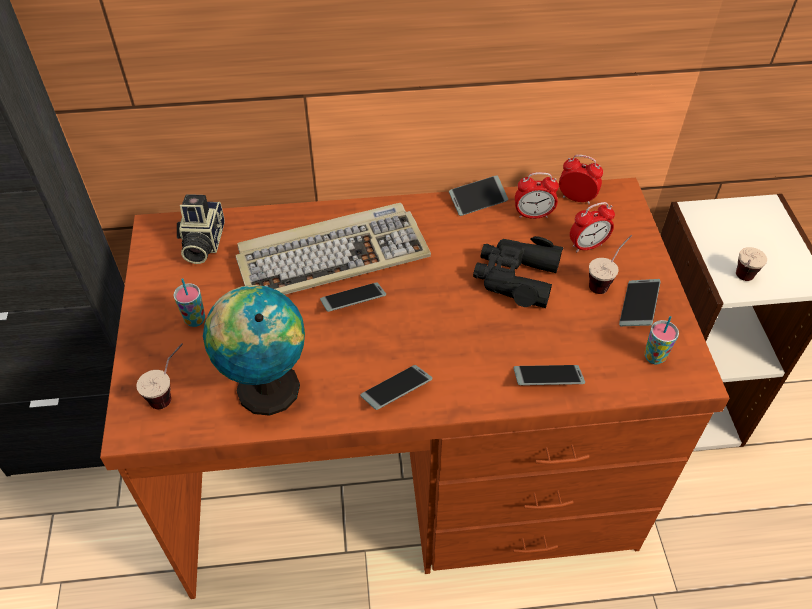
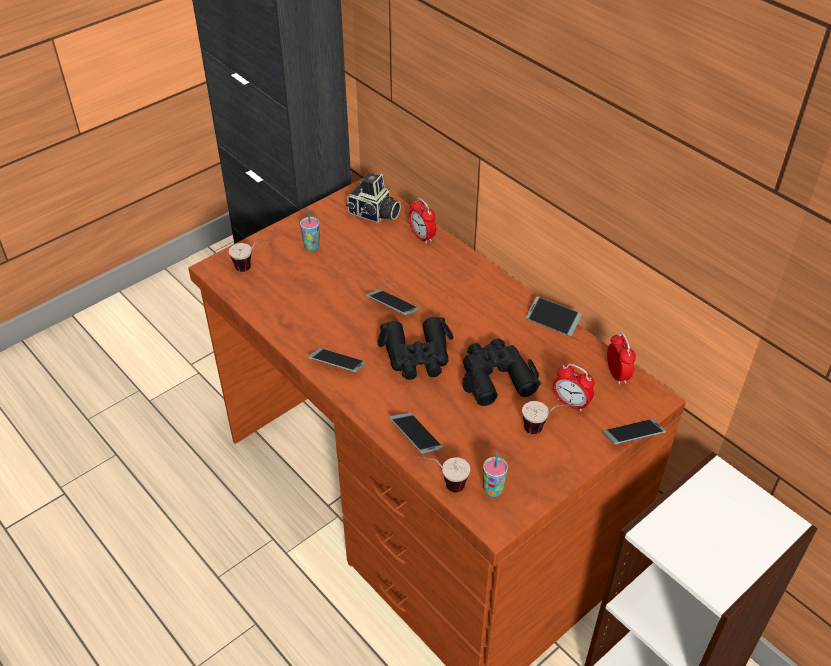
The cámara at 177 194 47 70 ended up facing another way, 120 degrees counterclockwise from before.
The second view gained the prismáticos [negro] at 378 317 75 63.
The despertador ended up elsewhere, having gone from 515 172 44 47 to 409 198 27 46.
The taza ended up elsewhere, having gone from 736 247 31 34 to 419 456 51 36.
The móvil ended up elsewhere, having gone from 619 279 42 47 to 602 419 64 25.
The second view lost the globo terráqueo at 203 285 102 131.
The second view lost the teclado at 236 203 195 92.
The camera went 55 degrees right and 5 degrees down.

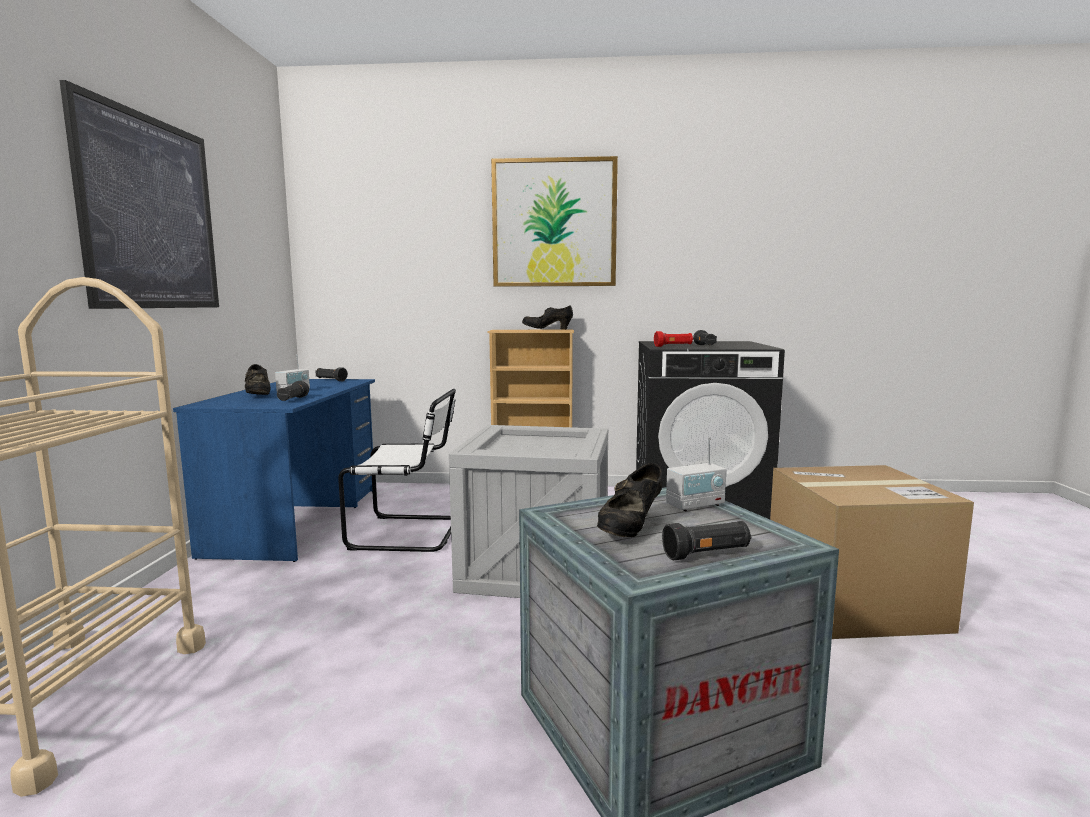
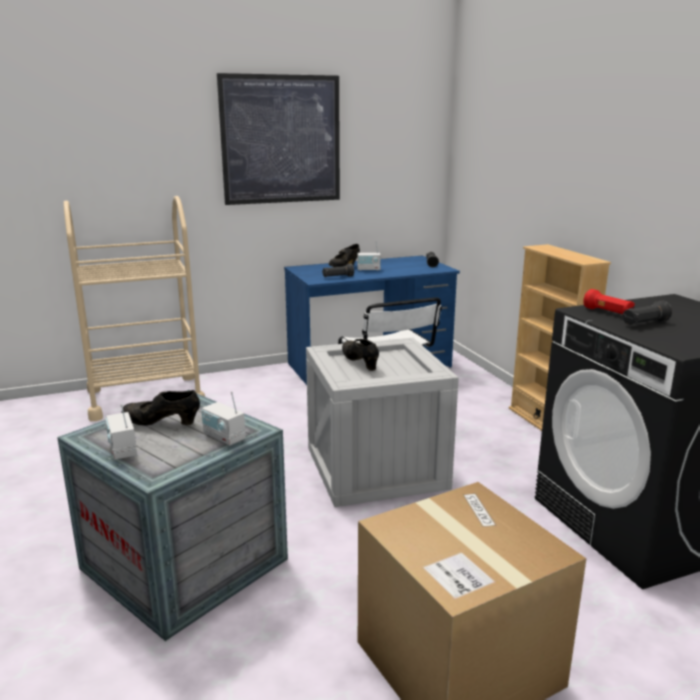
Where the linterna [negro] stood at 662 521 89 40, the radio came to stand at 105 404 32 56.
The zapato [negro] ended up elsewhere, having gone from 522 305 51 25 to 342 339 37 32.
The second view lost the cuadro at 491 156 127 131.
The camera went 65 degrees right and 10 degrees up.

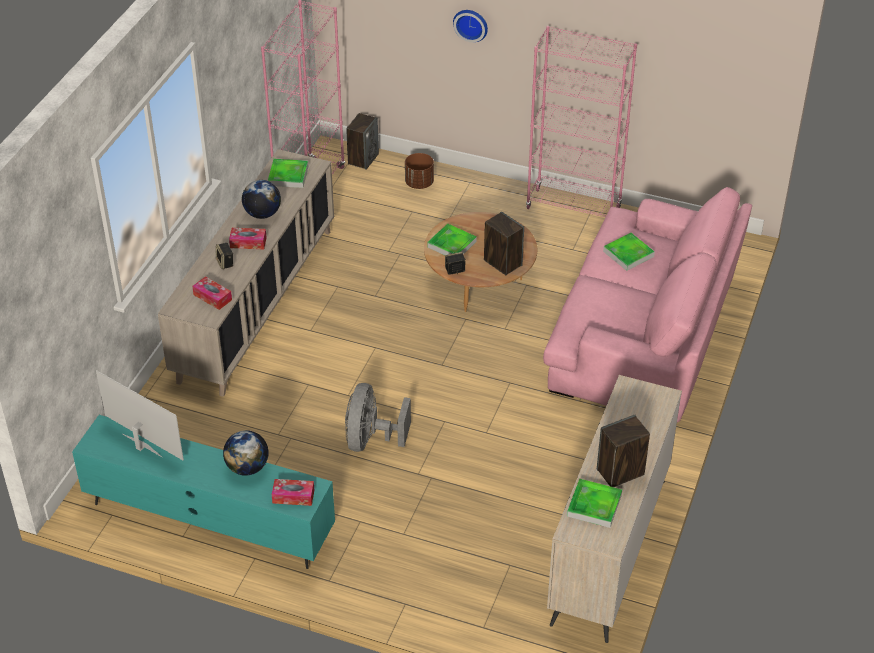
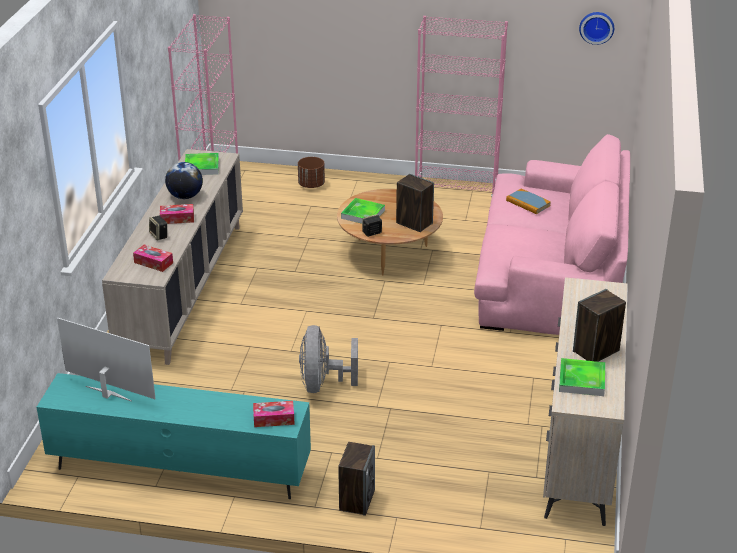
The altavoz ended up elsewhere, having gone from 346 113 33 57 to 338 442 37 74.
Where the bandeja stood at 603 233 52 38, the libro came to stand at 506 189 45 25.
The reloj de pared ended up elsewhere, having gone from 453 10 35 32 to 579 12 35 33.
The second view lost the globo terráqueo at 223 430 46 46.
The camera went 10 degrees left and 10 degrees down.

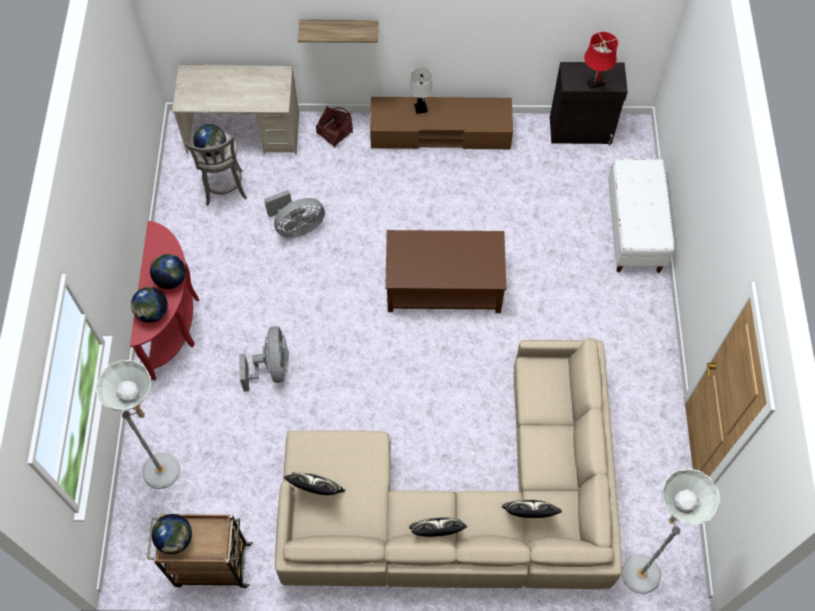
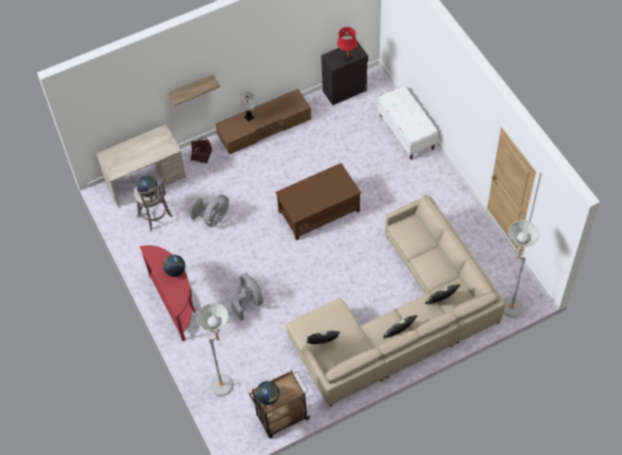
The second view lost the globo terráqueo at 131 287 37 36.
The camera went 25 degrees left and 5 degrees down.

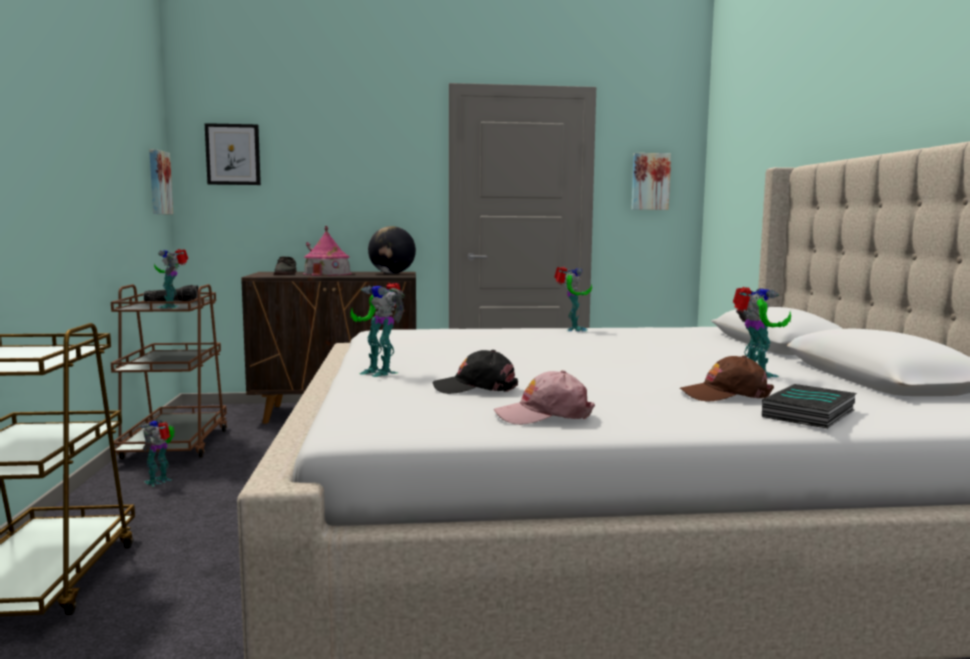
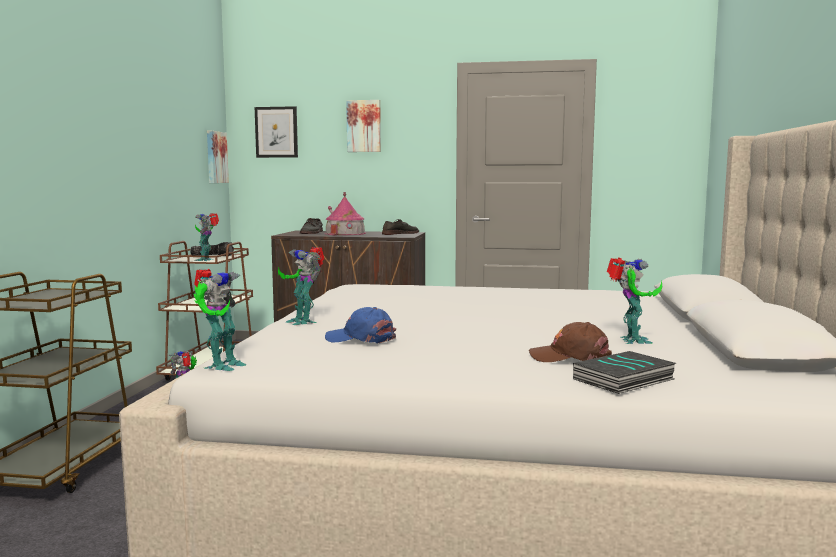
The robot de juguete ended up elsewhere, having gone from 555 267 37 64 to 193 269 54 102.
What was the gorra [negro] at 433 350 85 44 turned into the gorra [azul] at 325 307 71 36.
The cuadro ended up elsewhere, having gone from 631 153 40 57 to 346 100 35 52.
Where the globo terráqueo stood at 368 226 48 48, the zapato [gris] came to stand at 382 219 37 16.
The second view lost the gorra [rosa] at 494 370 101 55.
The camera went 15 degrees right and 0 degrees up.

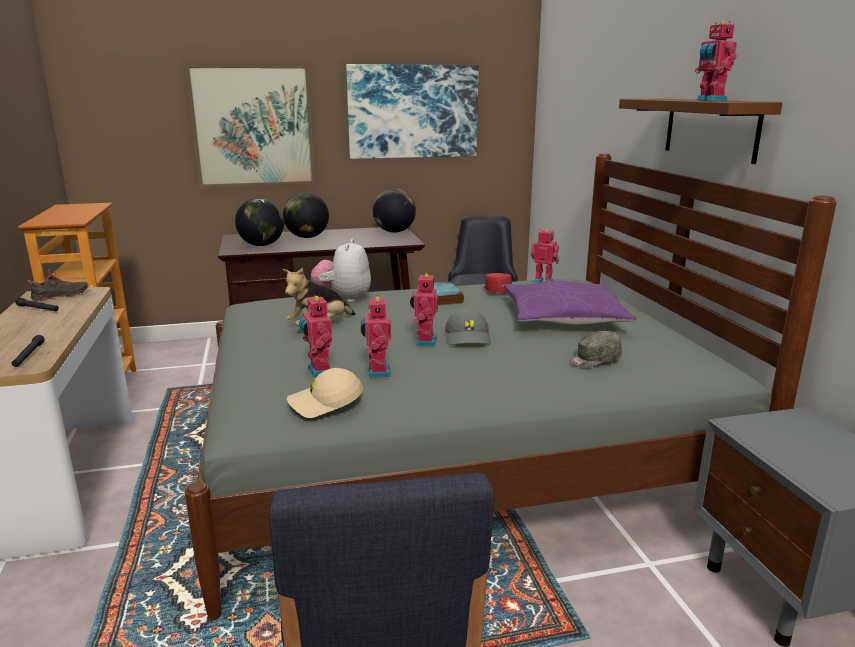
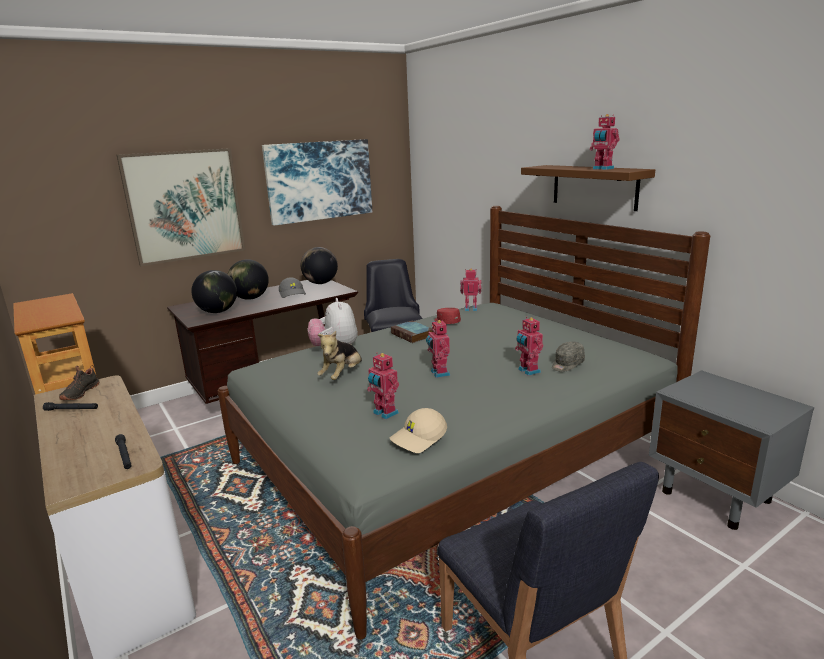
The zapato [negro] at 27 270 61 31 ended up facing another way, 150 degrees clockwise from before.
The gorra [gris] ended up elsewhere, having gone from 445 308 46 37 to 279 277 27 21.
The robot de juguete ended up elsewhere, having gone from 361 295 30 83 to 515 317 28 59.
The second view lost the cojín [morado] at 504 280 132 45.
The camera went 20 degrees left and 0 degrees up.

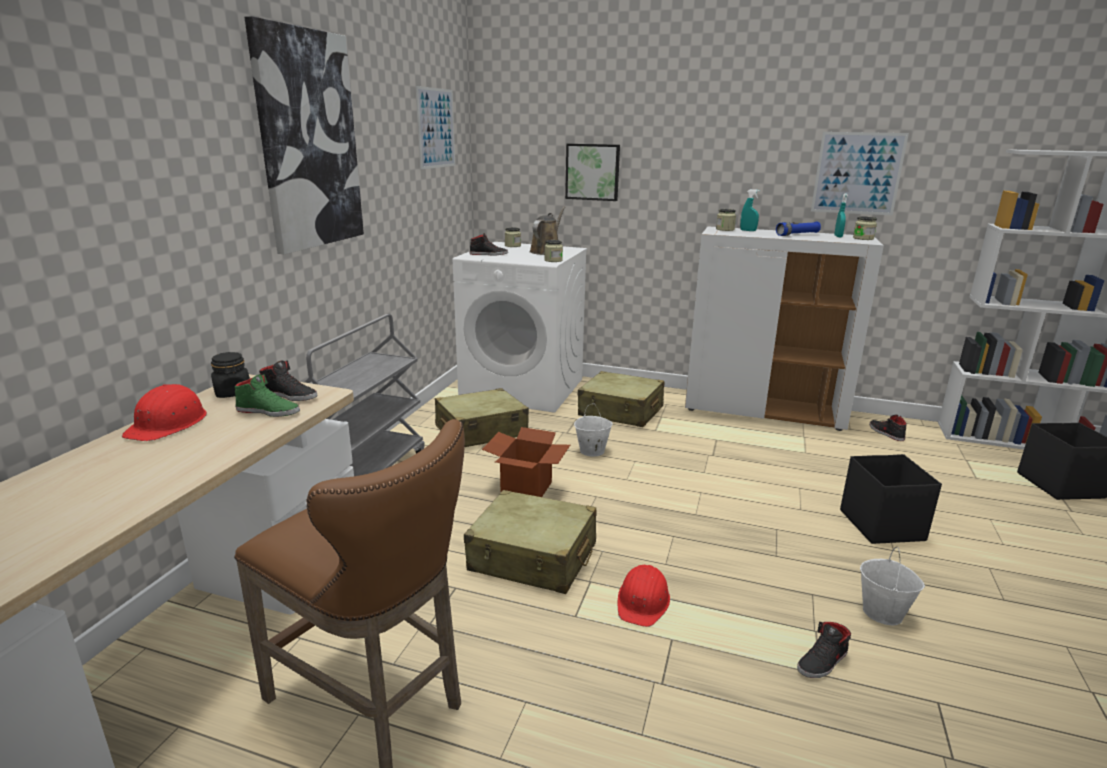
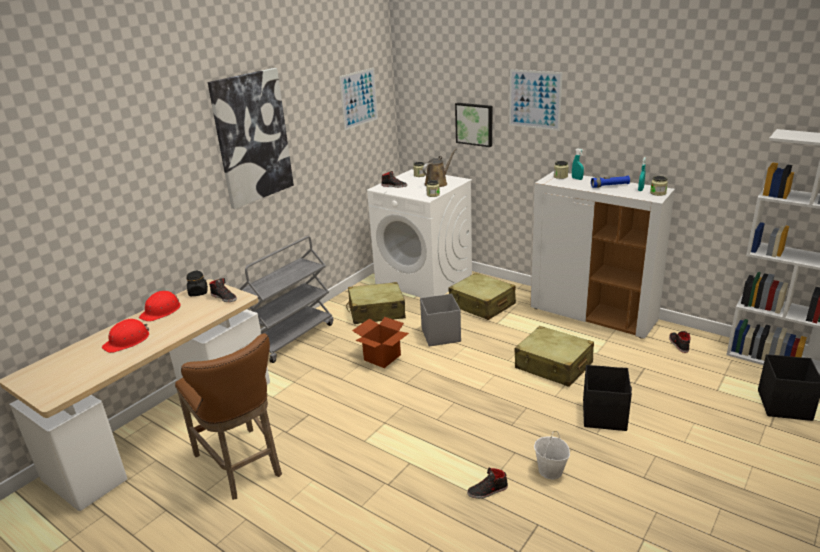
The casco [rojo] ended up elsewhere, having gone from 618 565 52 62 to 102 319 47 34.
Where the cubo [blanco] stood at 574 403 38 53, the caja de almacenaje [gris] came to stand at 420 294 41 53.
The cuadro ended up elsewhere, having gone from 811 132 98 83 to 509 69 54 62.
The maleta [beis] ended up elsewhere, having gone from 464 490 133 104 to 514 326 80 61.
The second view lost the zapato [verde] at 234 374 66 43.
The camera went 20 degrees right and 5 degrees up.

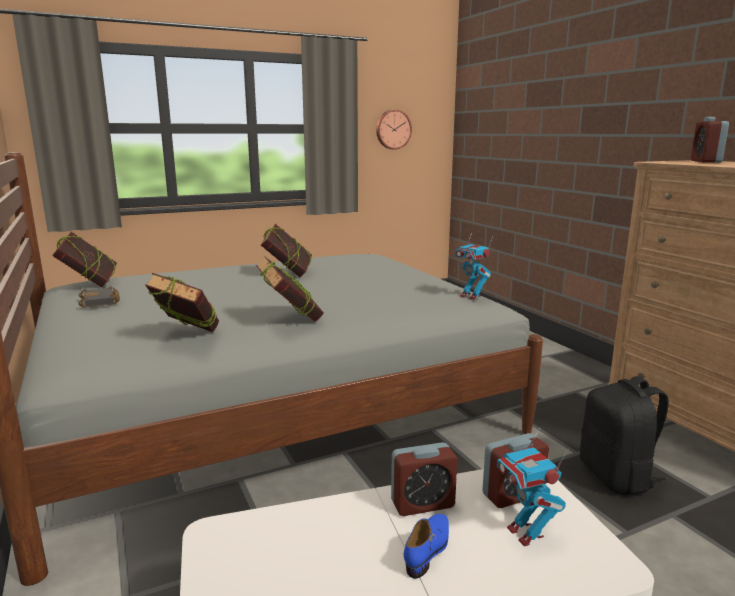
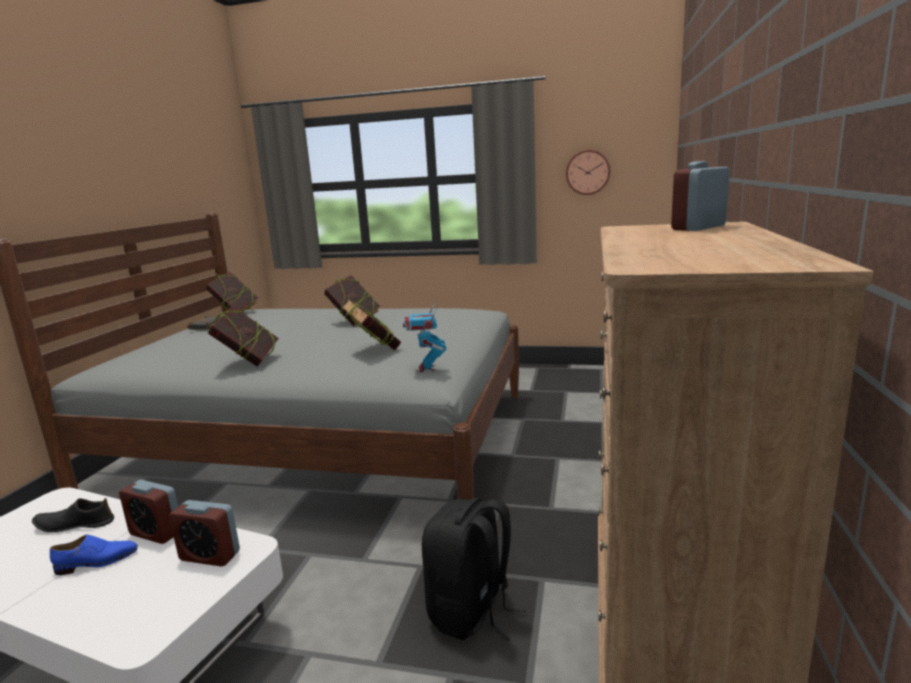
The second view gained the zapato [negro] at 32 498 82 34.
The libro ended up elsewhere, having gone from 145 273 74 59 to 342 299 59 52.
The second view lost the robot de juguete at 497 428 72 118.
The camera went 40 degrees right and 0 degrees up.

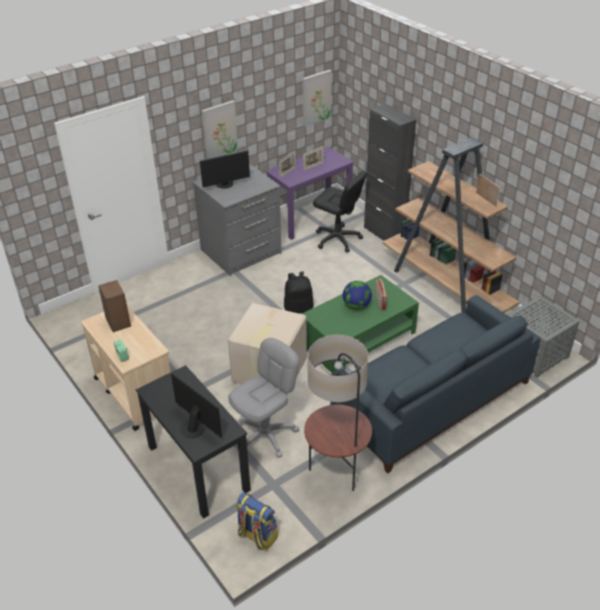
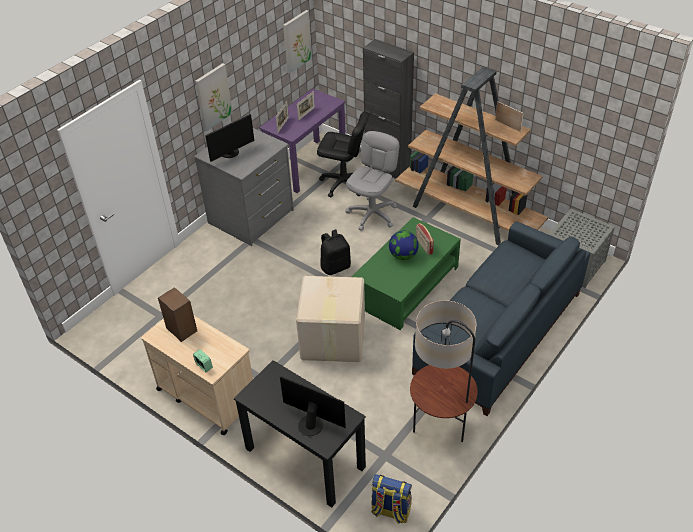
The silla de oficina [gris] ended up elsewhere, having gone from 229 338 70 120 to 346 131 53 100.
The camera went 15 degrees left and 5 degrees up.

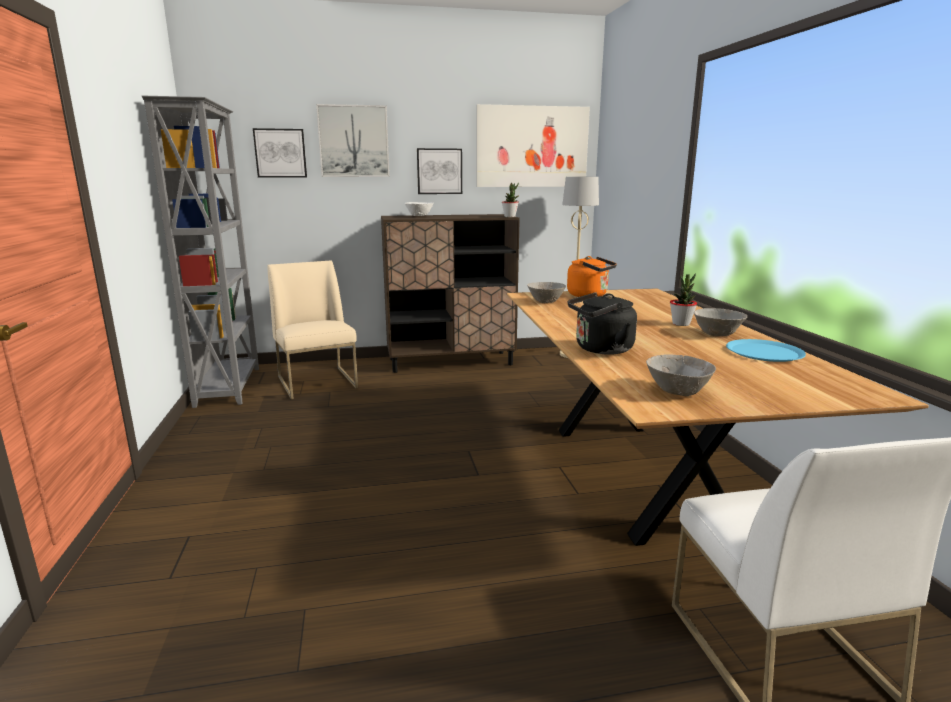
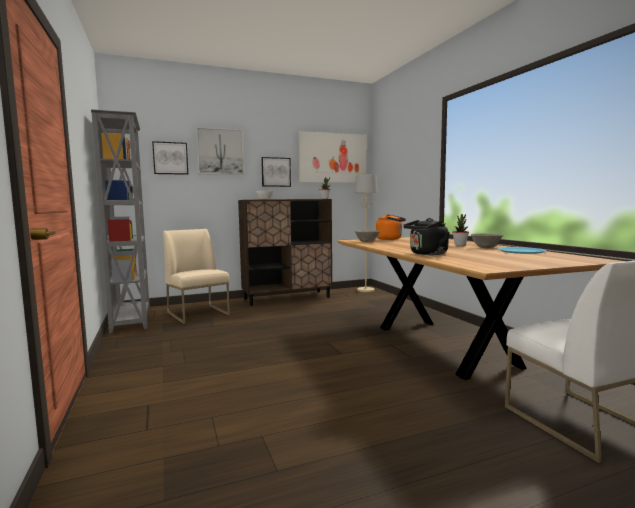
The second view lost the cuenco [gris] at 646 354 70 42.
The camera went 10 degrees left and 10 degrees down.

